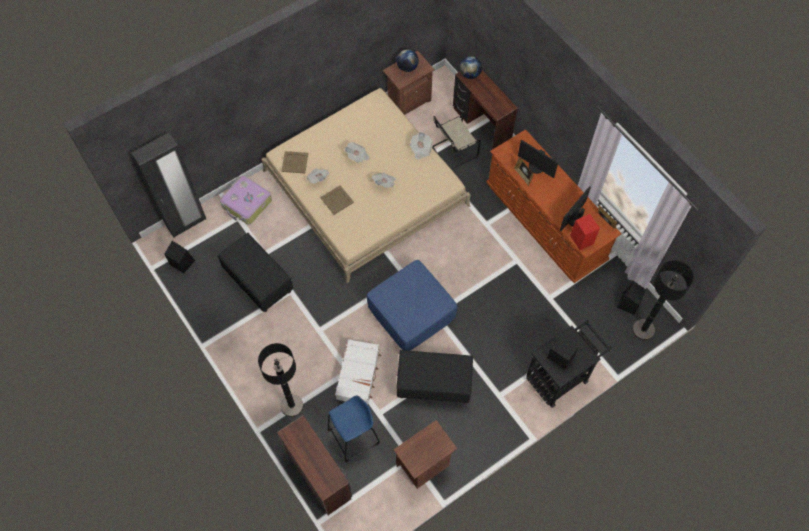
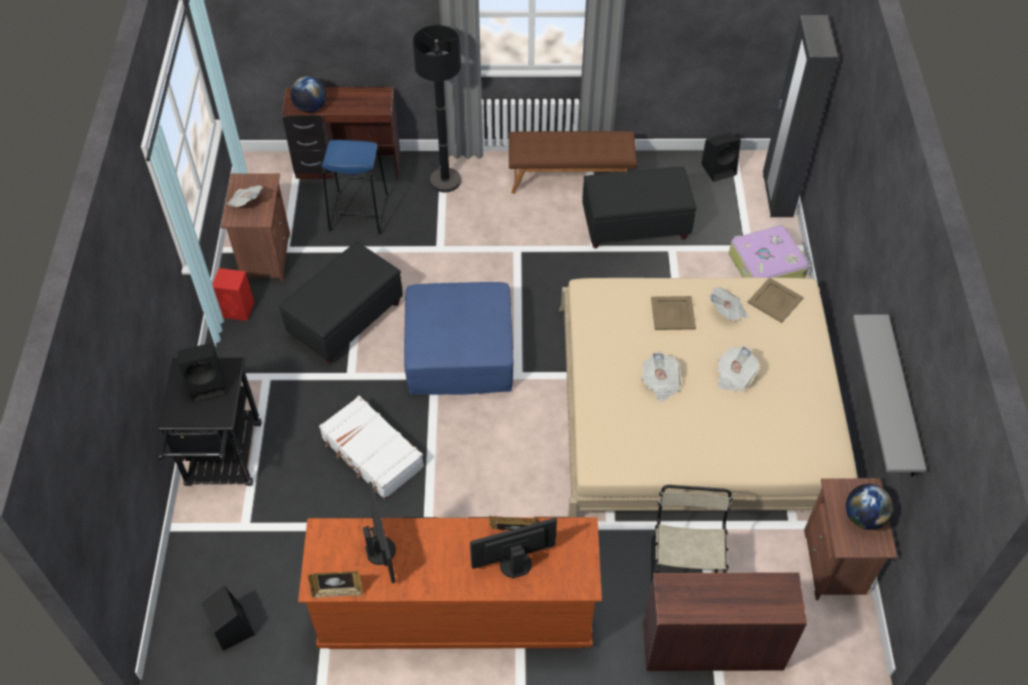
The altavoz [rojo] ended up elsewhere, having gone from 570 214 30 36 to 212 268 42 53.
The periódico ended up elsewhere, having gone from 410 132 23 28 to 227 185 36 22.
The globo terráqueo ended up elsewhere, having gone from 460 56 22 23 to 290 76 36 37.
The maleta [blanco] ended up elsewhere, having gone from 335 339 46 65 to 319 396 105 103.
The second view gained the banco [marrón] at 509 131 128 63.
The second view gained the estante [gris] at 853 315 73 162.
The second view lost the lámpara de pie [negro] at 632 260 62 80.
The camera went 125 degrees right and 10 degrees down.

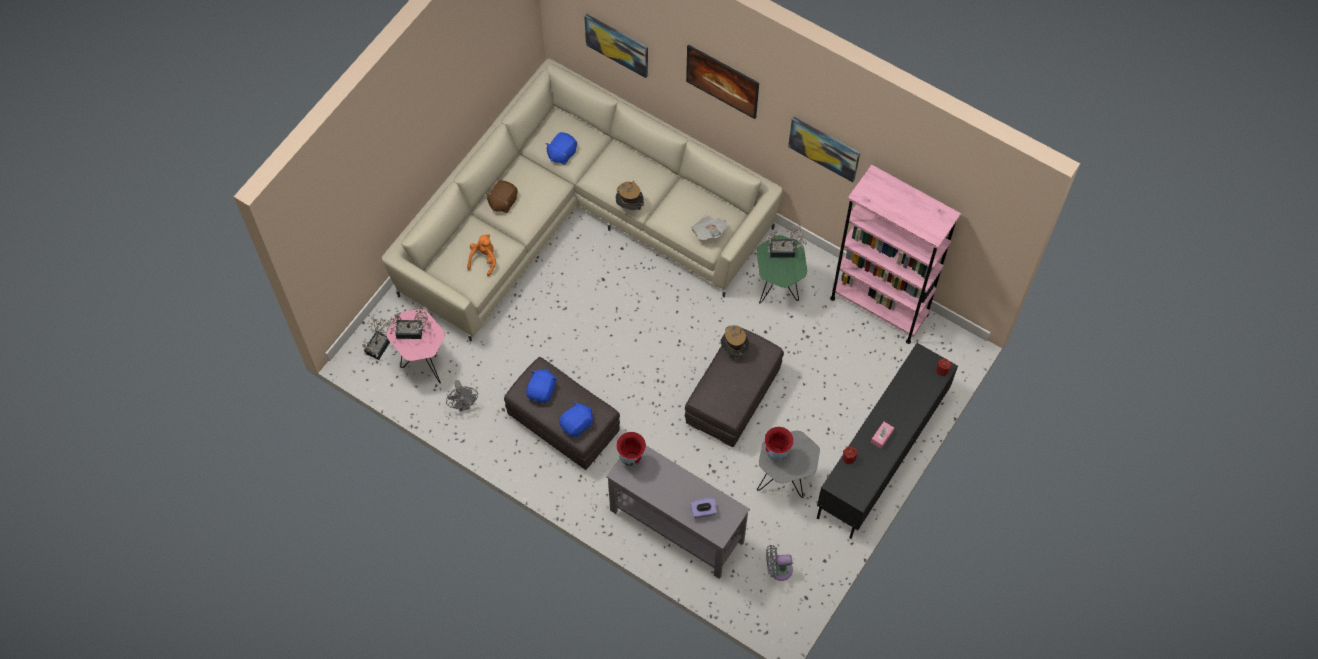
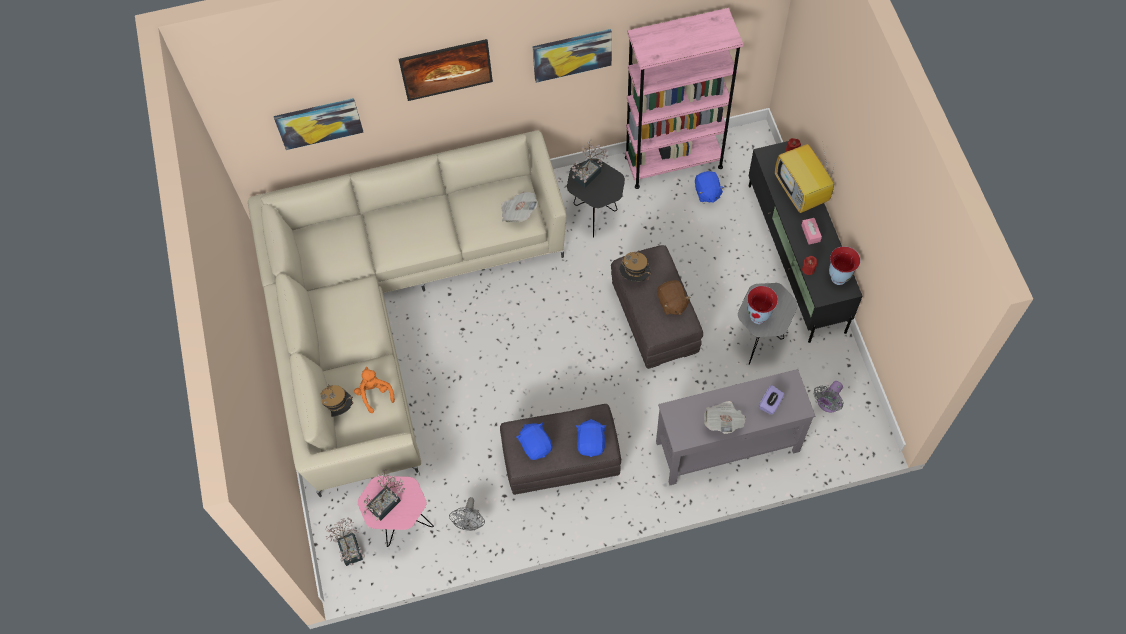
The sombrero ended up elsewhere, having gone from 616 182 28 28 to 320 384 33 33.
The ventilador [gris] at 446 380 32 31 ended up facing another way, 75 degrees clockwise from before.
What was the mesa auxiliar [verde] at 757 235 50 69 turned into the mesa auxiliar [negro] at 567 158 58 80.
The peluche [marrón] ended up elsewhere, having gone from 486 180 32 33 to 657 280 34 35.
The peluche [azul] ended up elsewhere, having gone from 545 132 32 33 to 695 171 29 32.
The second view gained the periódico at 704 401 42 33.
The second view gained the televisor at 775 144 61 69.
The florero ended up elsewhere, having gone from 616 432 30 36 to 829 246 31 39.
The camera went 45 degrees left and 0 degrees up.

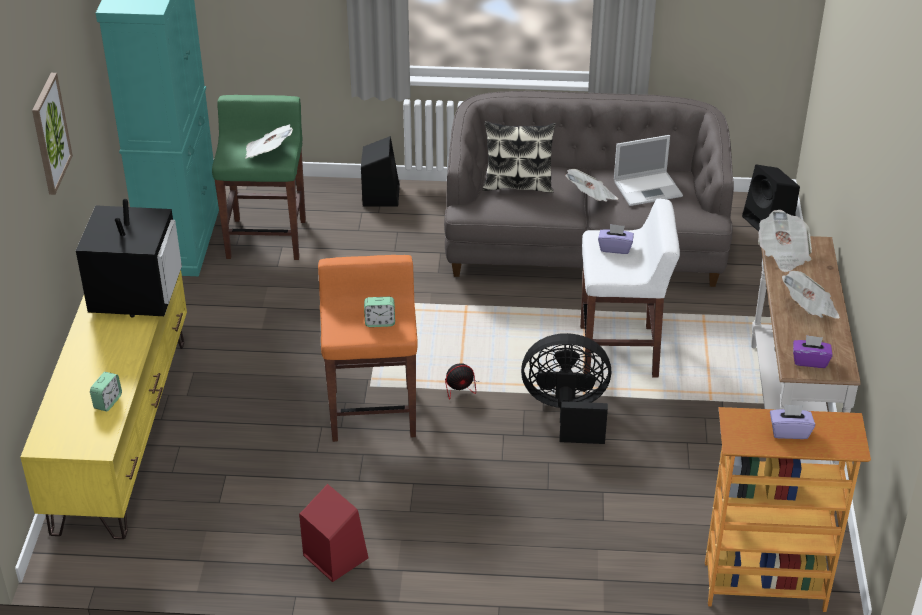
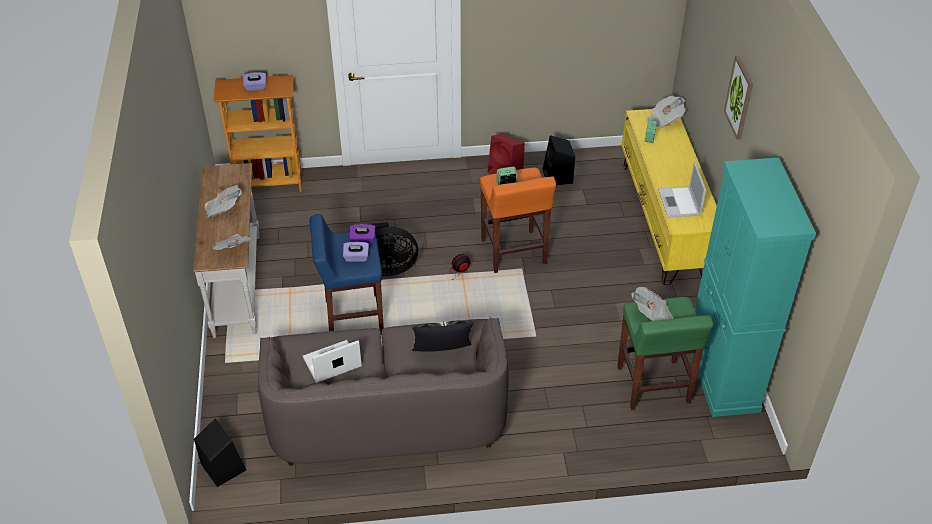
What was the taburete [blanco] at 580 199 100 179 turned into the taburete [azul] at 310 214 74 121.
The caja de pañuelos [morado] ended up elsewhere, having gone from 793 335 39 33 to 350 224 25 20.
The altavoz [negro] ended up elsewhere, having gone from 361 136 39 71 to 542 135 33 50.
The periódico ended up elsewhere, having gone from 565 169 53 33 to 646 96 39 32.
Where the televisor stood at 76 199 106 119, the portátil came to stand at 658 162 48 56.
The camera went 170 degrees right and 5 degrees up.

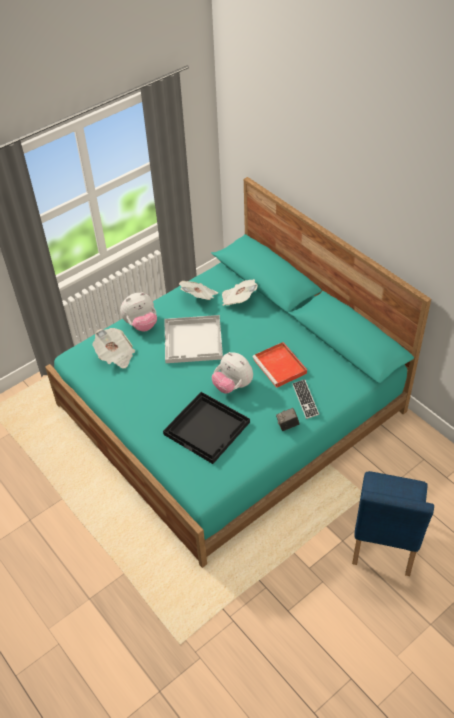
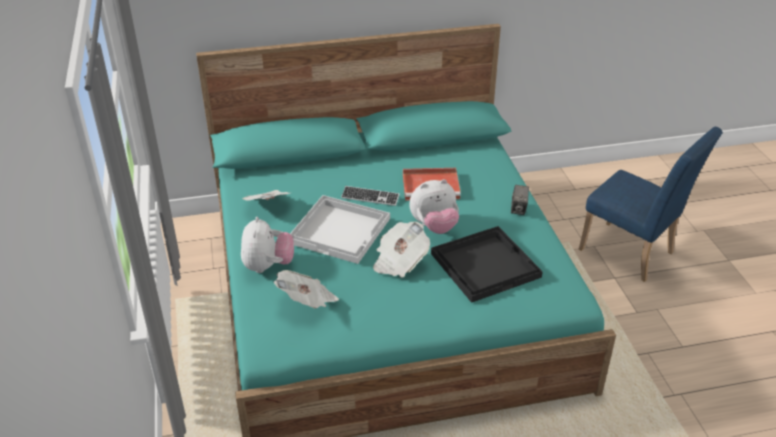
The teclado ended up elsewhere, having gone from 292 379 27 40 to 341 186 59 20.
The periódico ended up elsewhere, having gone from 222 279 36 27 to 373 222 57 56.
The camera went 65 degrees left and 10 degrees down.

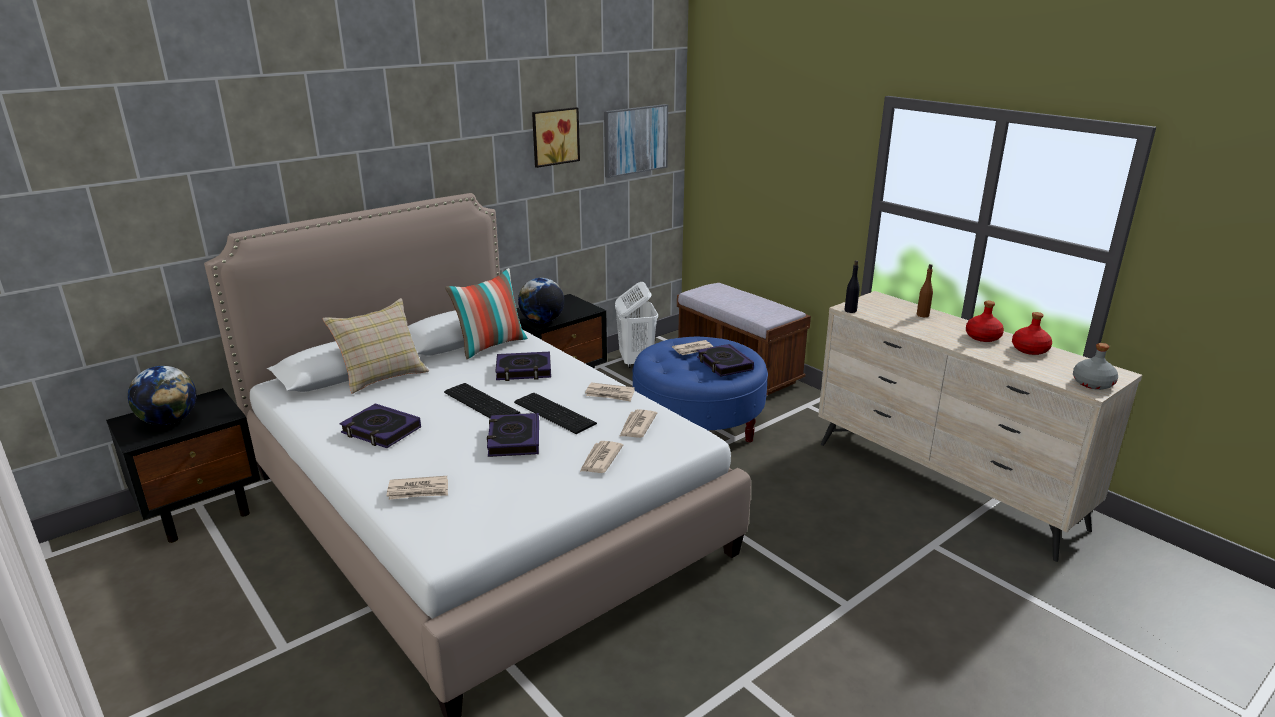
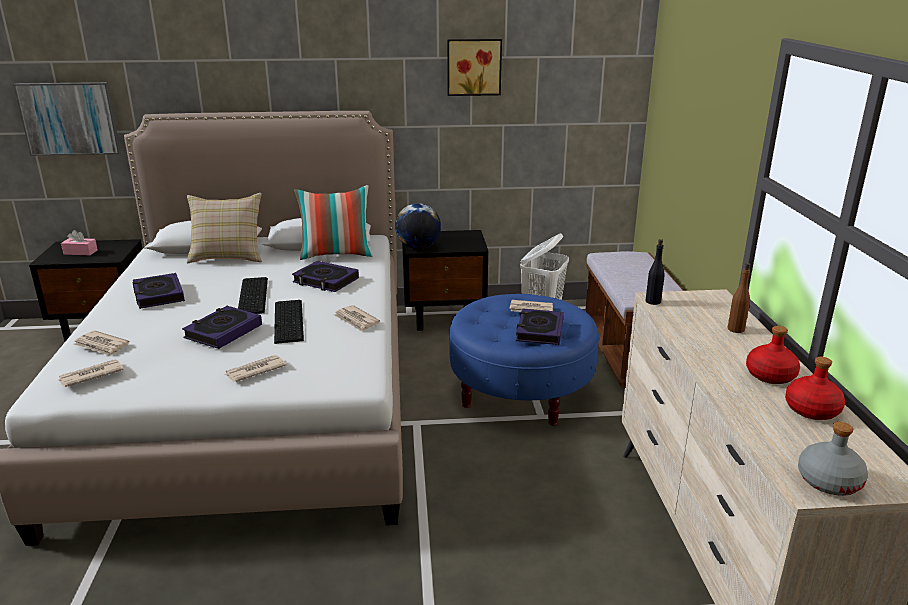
The cuadro ended up elsewhere, having gone from 604 104 64 74 to 13 82 108 74.
The periódico ended up elsewhere, having gone from 619 409 38 29 to 58 359 66 28.
Where the globo terráqueo stood at 128 366 69 59, the caja de pañuelos [rosa] came to stand at 61 230 37 25.
The camera went 35 degrees right and 0 degrees up.

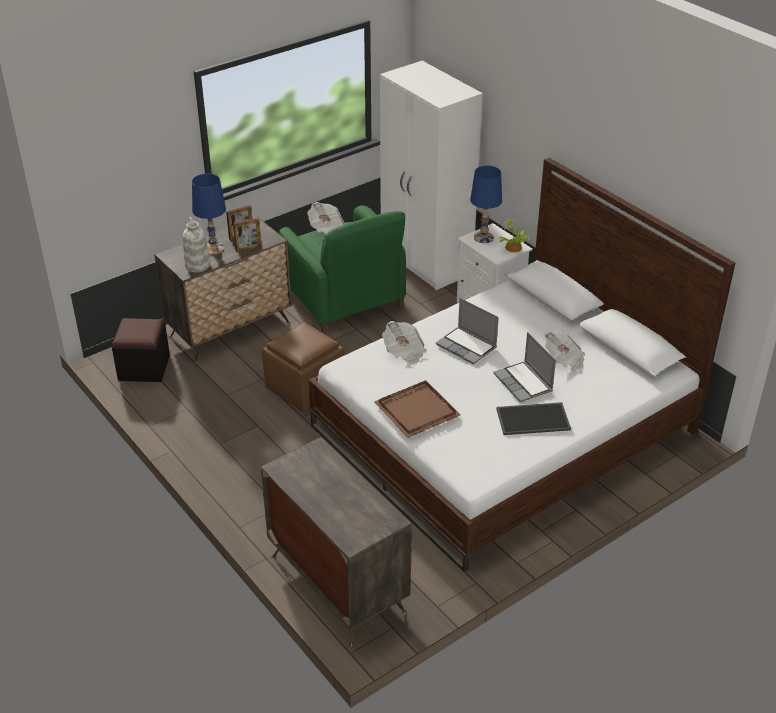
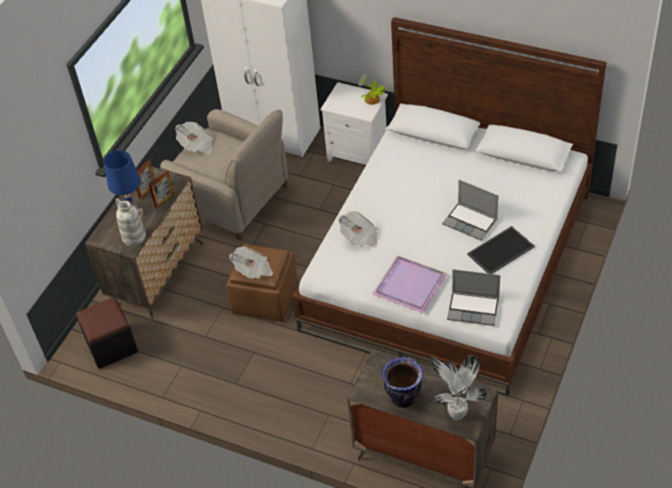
What was the sillón [verde] at 279 205 127 129 turned into the sillón [beis] at 160 109 128 132.
The periódico ended up elsewhere, having gone from 545 330 40 41 to 229 246 44 33.
What was the bandeja [marrón] at 374 381 87 57 turned into the bandeja [morado] at 372 256 75 57.
The second view gained the florero at 382 357 41 51.
The second view gained the planta en maceta at 431 355 56 65.
The portátil ended up elsewhere, having gone from 436 298 63 66 to 447 269 53 57.
The second view lost the lámpara de mesa [azul] at 470 166 32 77.
The camera went 25 degrees left and 10 degrees up.

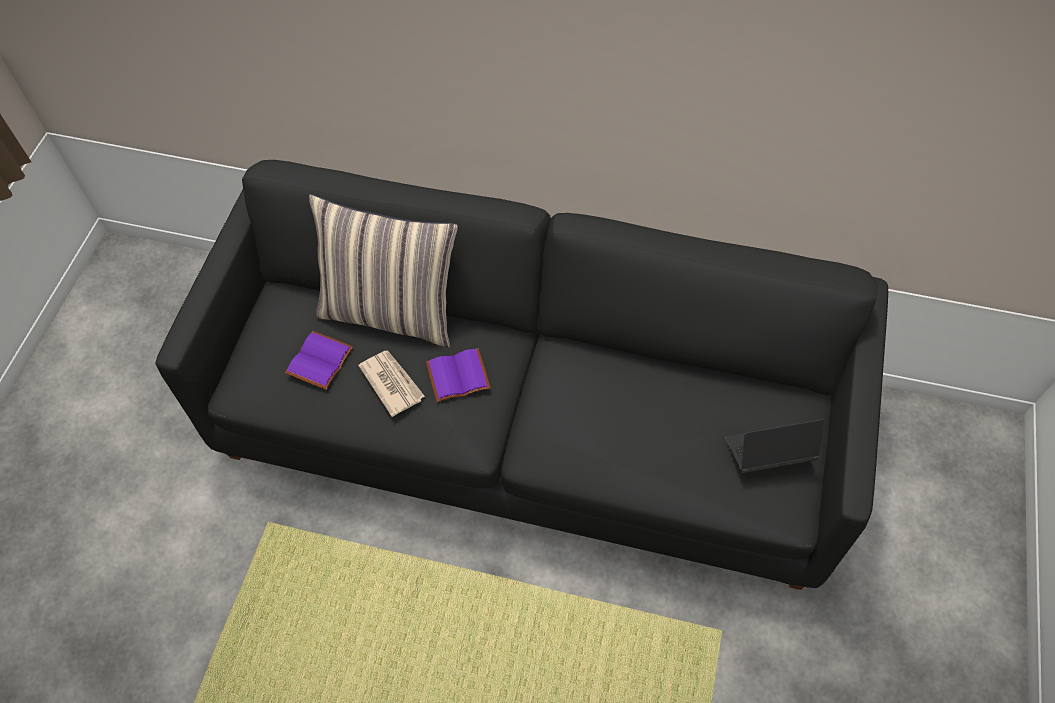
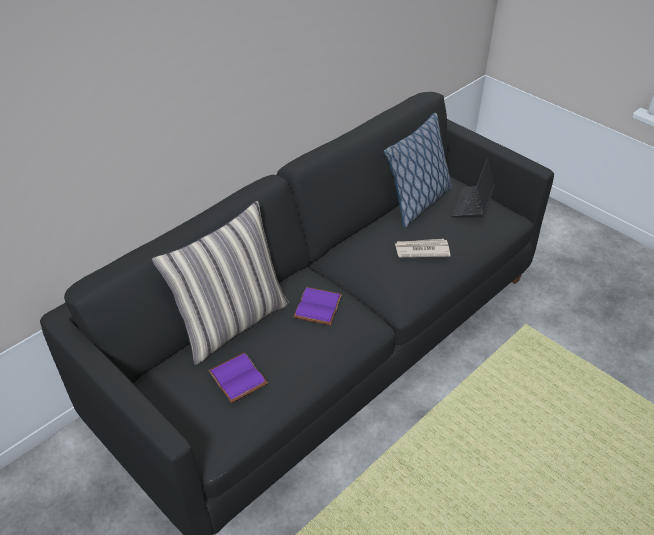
The second view gained the cojín at 383 113 69 115.
The periódico ended up elsewhere, having gone from 358 351 67 66 to 395 239 56 18.
The camera went 60 degrees left and 15 degrees down.

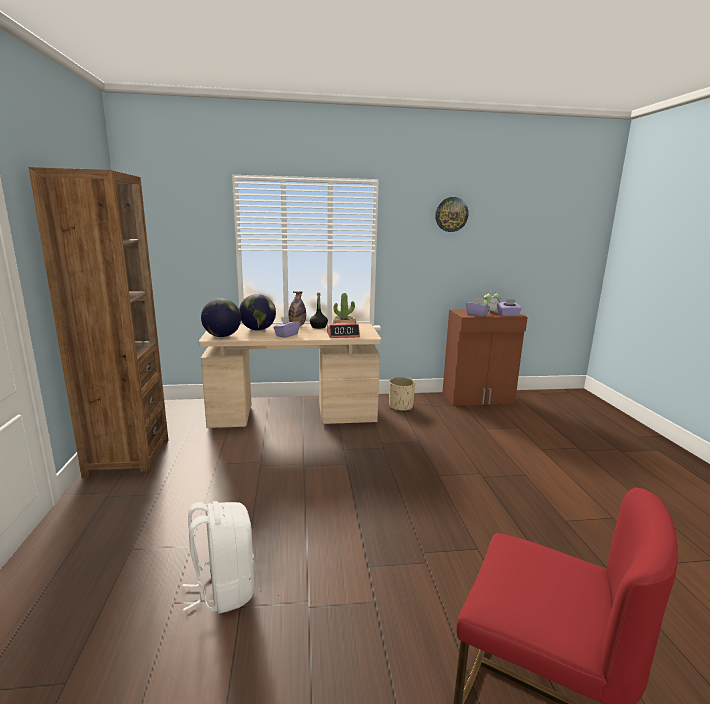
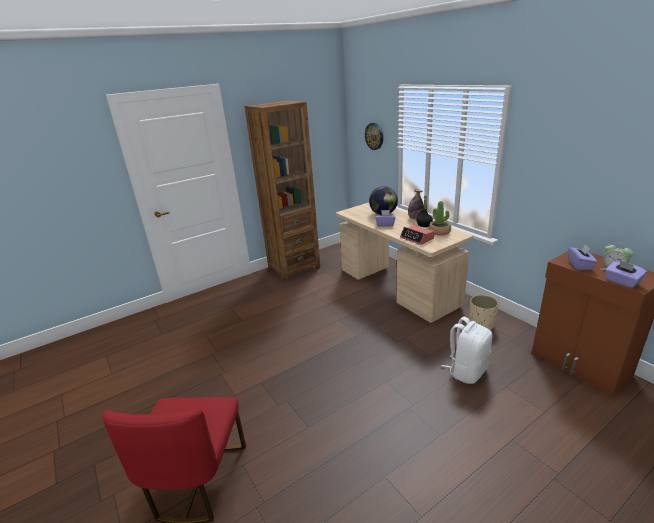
The reloj de pared ended up elsewhere, having gone from 435 197 33 35 to 365 123 18 27.
The mochila [blanco] ended up elsewhere, having gone from 182 501 72 112 to 442 317 51 67.
The second view lost the globo terráqueo at 201 298 40 39.
The camera went 65 degrees right and 10 degrees up.

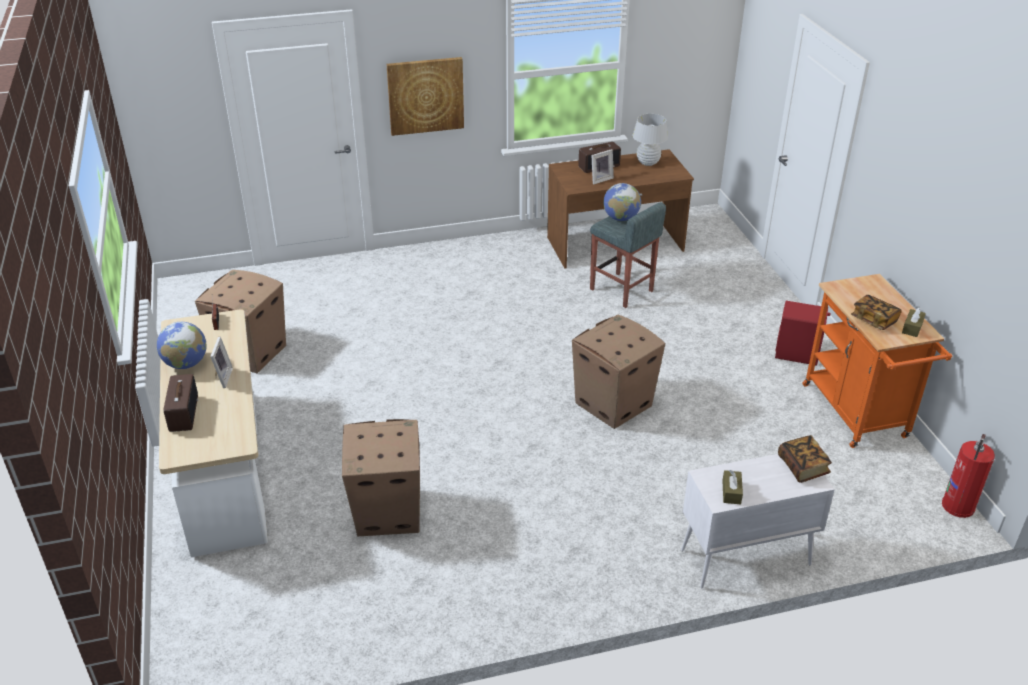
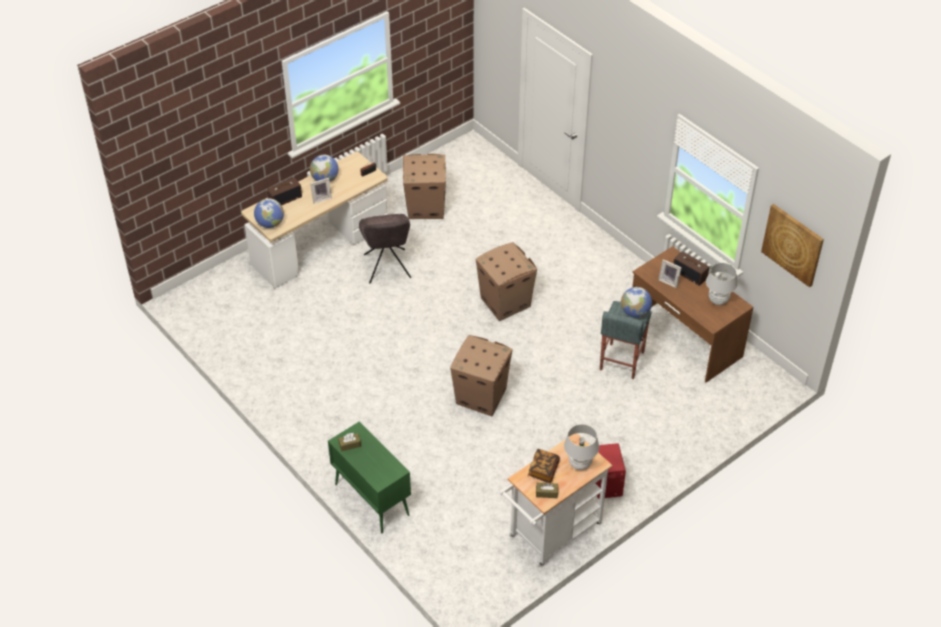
The second view gained the globo terráqueo at 254 198 30 30.
What was the armario [blanco] at 681 454 154 135 turned into the armario [verde] at 328 421 83 112.
The second view gained the silla [gris] at 359 214 52 69.
The caja de cartón ended up elsewhere, having gone from 342 419 78 118 to 476 242 61 79.
What was the carrito [naranja] at 803 274 149 174 turned into the carrito [blanco] at 500 433 112 133.
The second view gained the lámpara de mesa [blanco] at 564 424 35 46.
The cuadro ended up elsewhere, having gone from 386 57 78 79 to 761 204 63 84.
The second view lost the libro at 778 435 54 48.
The second view lost the extintor at 942 434 53 84.
The camera went 65 degrees right and 10 degrees up.

